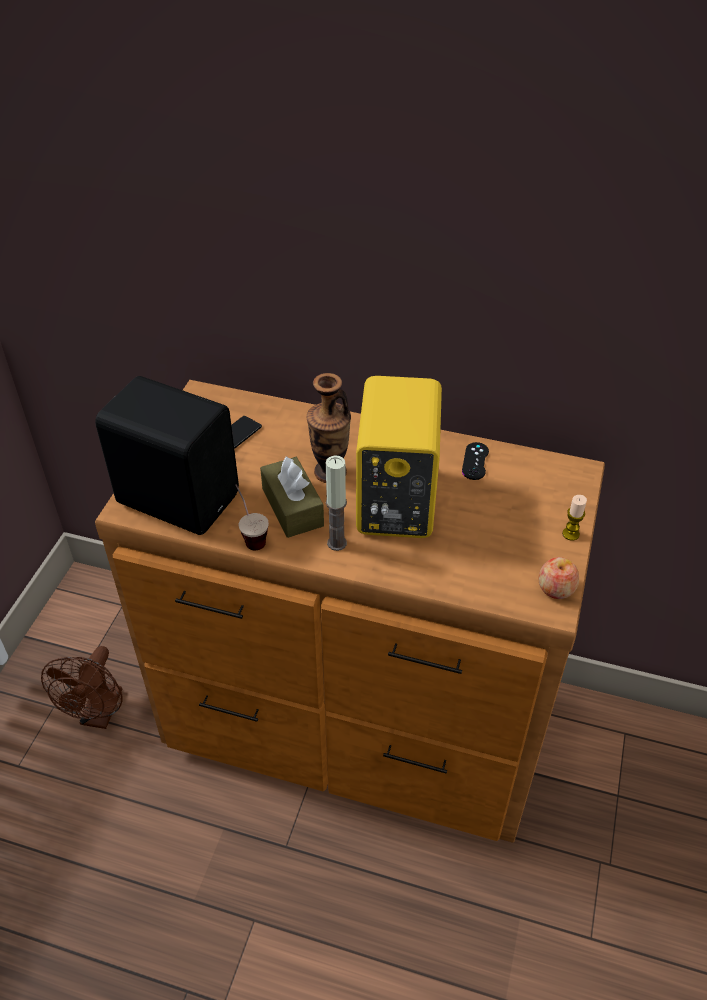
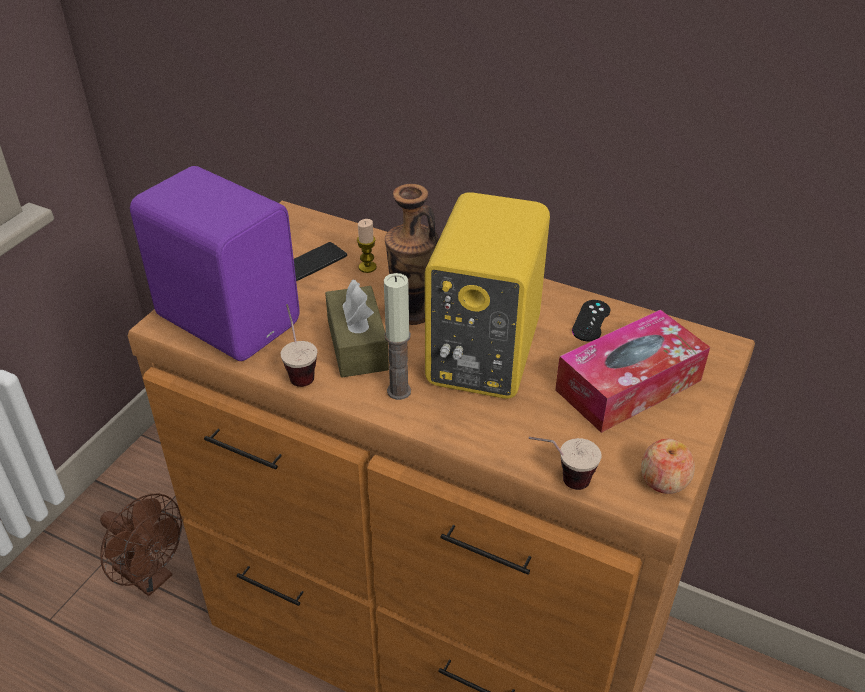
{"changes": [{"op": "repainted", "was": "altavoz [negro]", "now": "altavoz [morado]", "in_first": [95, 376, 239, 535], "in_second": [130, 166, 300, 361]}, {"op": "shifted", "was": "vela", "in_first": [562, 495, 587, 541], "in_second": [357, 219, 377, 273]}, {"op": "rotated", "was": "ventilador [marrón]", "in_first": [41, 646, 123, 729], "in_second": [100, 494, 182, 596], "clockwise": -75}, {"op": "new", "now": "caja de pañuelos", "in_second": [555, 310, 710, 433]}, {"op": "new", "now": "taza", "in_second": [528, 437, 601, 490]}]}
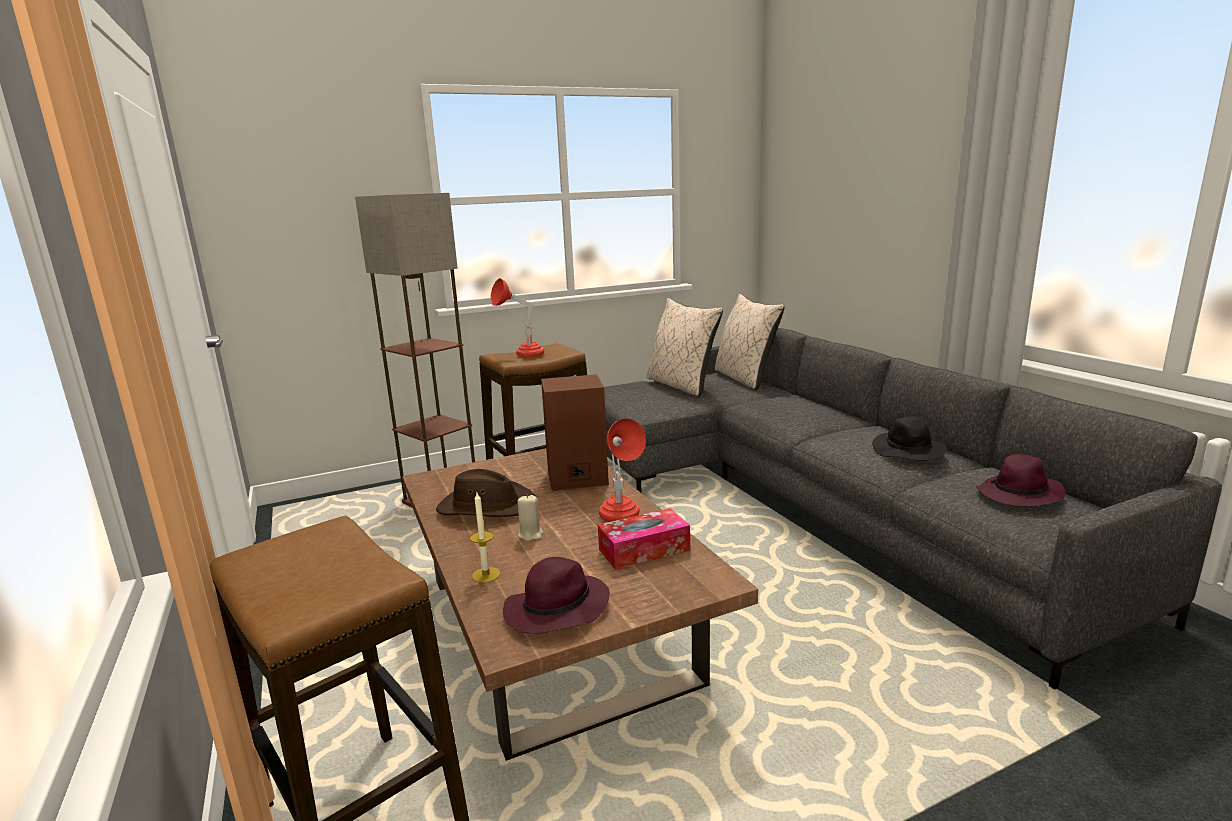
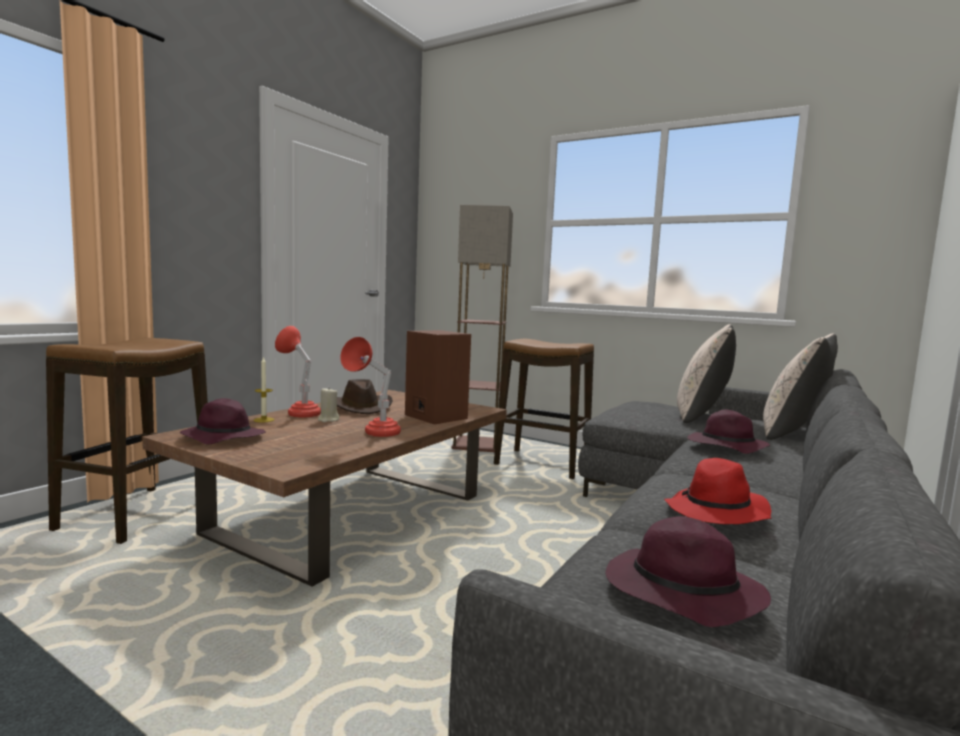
{"changes": [{"op": "shifted", "was": "lámpara de mesa [rojo]", "in_first": [491, 278, 544, 357], "in_second": [275, 326, 321, 417]}, {"op": "repainted", "was": "sombrero [negro]", "now": "sombrero [rojo]", "in_first": [872, 416, 947, 460], "in_second": [664, 458, 771, 524]}, {"op": "gone", "was": "caja de pañuelos", "in_first": [598, 508, 690, 569]}, {"op": "new", "now": "sombrero [morado]", "in_second": [688, 409, 770, 454]}]}
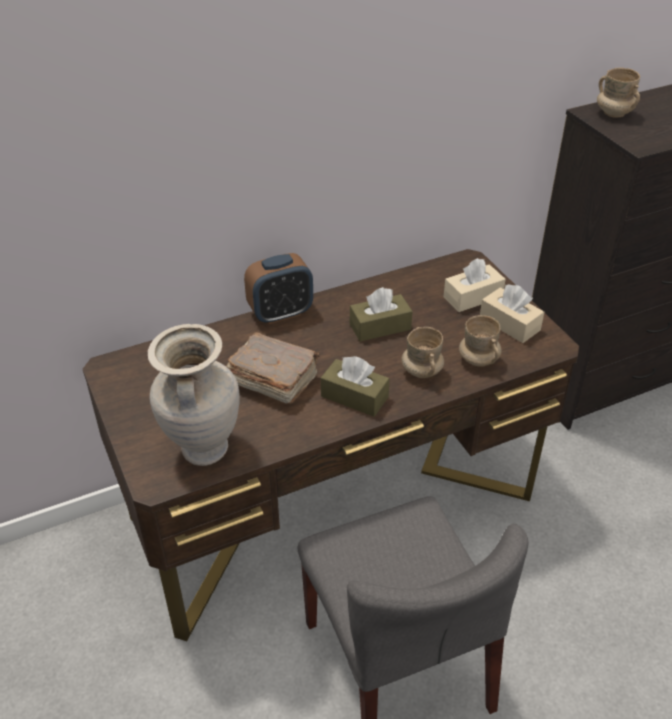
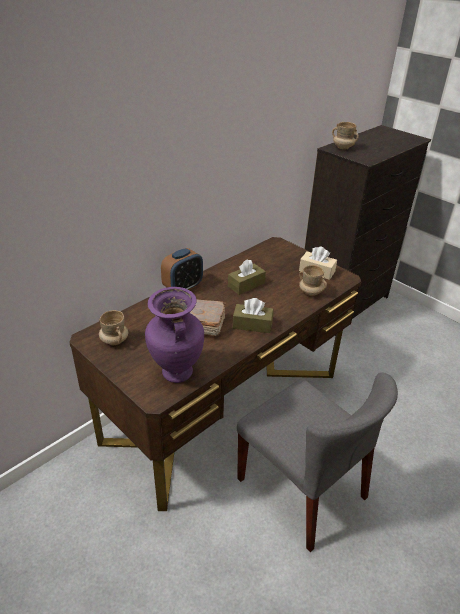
{"changes": [{"op": "gone", "was": "caja de pañuelos [beis]", "in_first": [443, 258, 506, 312]}, {"op": "repainted", "was": "florero [beis]", "now": "florero [morado]", "in_first": [148, 324, 240, 466], "in_second": [145, 287, 204, 383]}, {"op": "shifted", "was": "taza grande [beis]", "in_first": [401, 327, 444, 378], "in_second": [99, 310, 128, 345]}]}
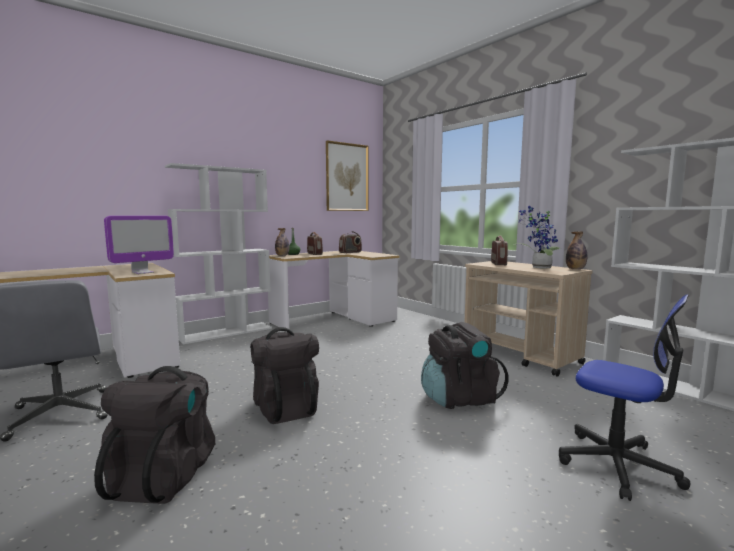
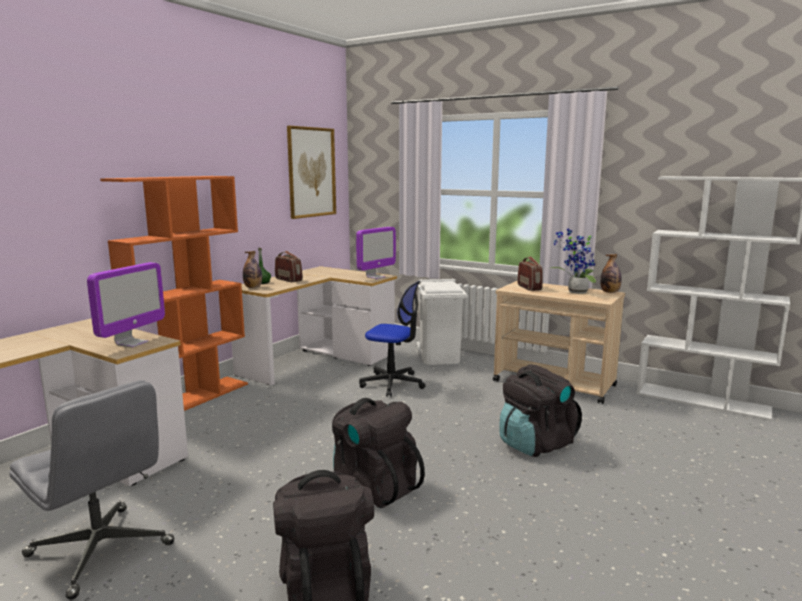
{"changes": [{"op": "repainted", "was": "estantería [blanco]", "now": "estantería [naranja]", "in_first": [165, 163, 272, 344], "in_second": [100, 176, 248, 411]}, {"op": "gone", "was": "radio", "in_first": [339, 231, 362, 253]}, {"op": "shifted", "was": "silla de oficina", "in_first": [559, 294, 690, 501], "in_second": [359, 281, 426, 397]}, {"op": "new", "now": "monitor", "in_second": [356, 227, 396, 279]}, {"op": "new", "now": "papelera [blanco]", "in_second": [416, 279, 467, 365]}]}
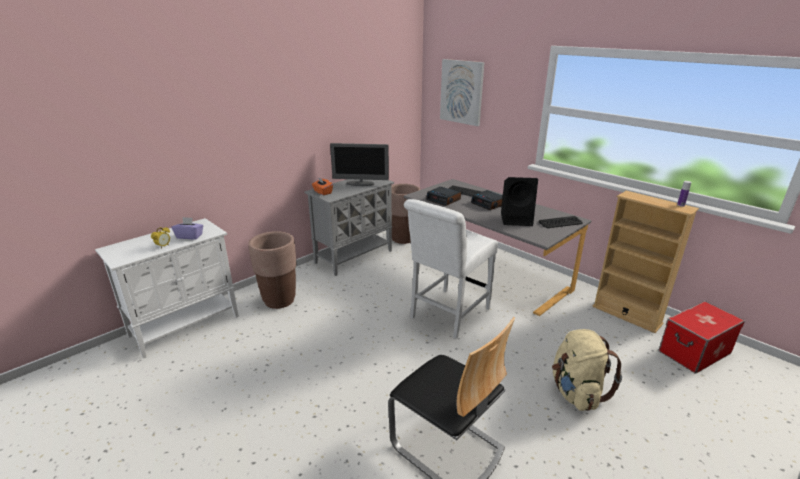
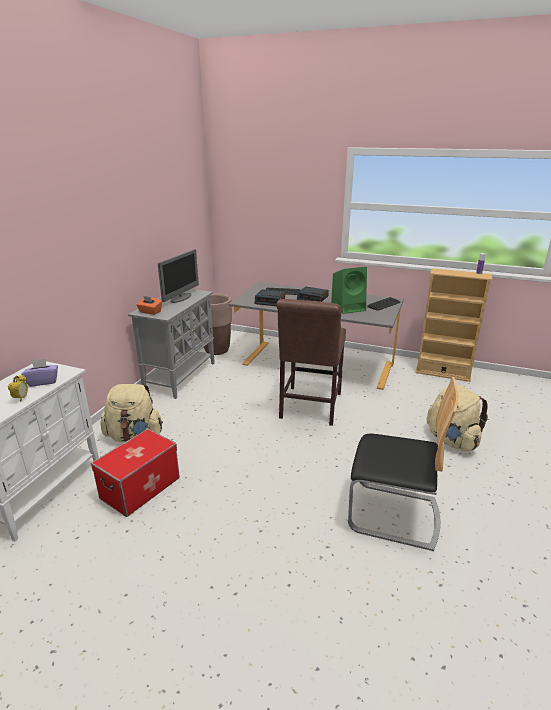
{"changes": [{"op": "gone", "was": "cuadro", "in_first": [440, 59, 484, 126]}, {"op": "rotated", "was": "monitor", "in_first": [330, 143, 389, 186], "in_second": [158, 249, 199, 303], "clockwise": -45}, {"op": "repainted", "was": "altavoz [negro]", "now": "altavoz [verde]", "in_first": [501, 177, 538, 226], "in_second": [331, 267, 367, 314]}, {"op": "repainted", "was": "silla [blanco]", "now": "silla [marrón]", "in_first": [404, 199, 498, 339], "in_second": [276, 299, 346, 426]}, {"op": "swapped", "was": "maceta [marrón]", "now": "mochila [beis]", "in_first": [248, 231, 297, 309], "in_second": [100, 384, 163, 443]}, {"op": "shifted", "was": "caja de almacenaje", "in_first": [658, 301, 745, 374], "in_second": [91, 429, 180, 517]}]}
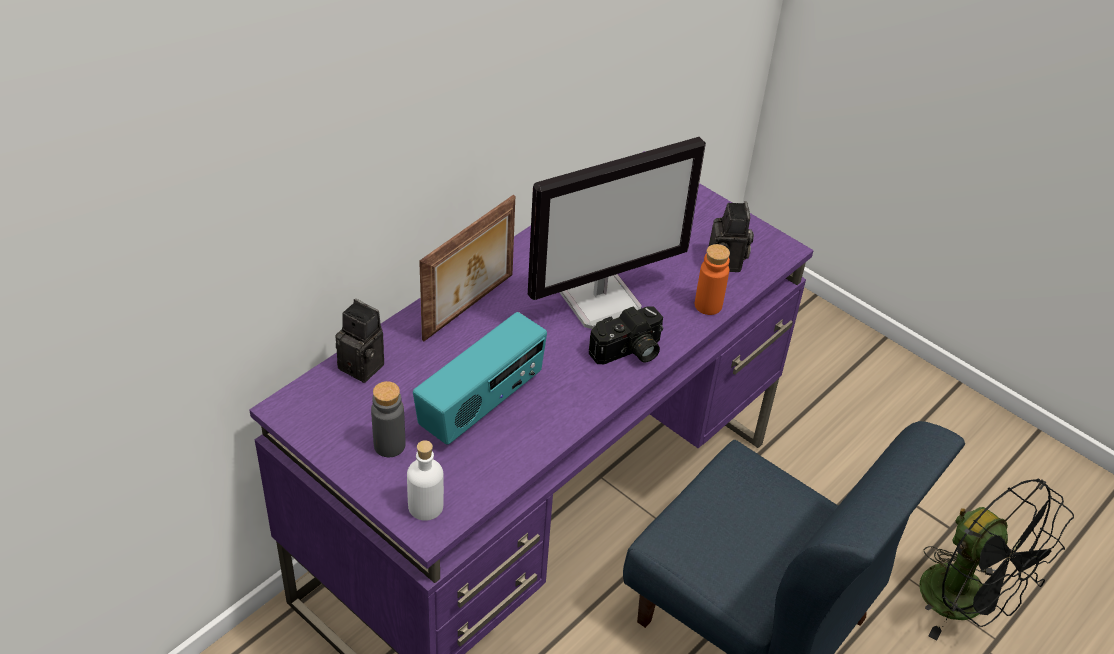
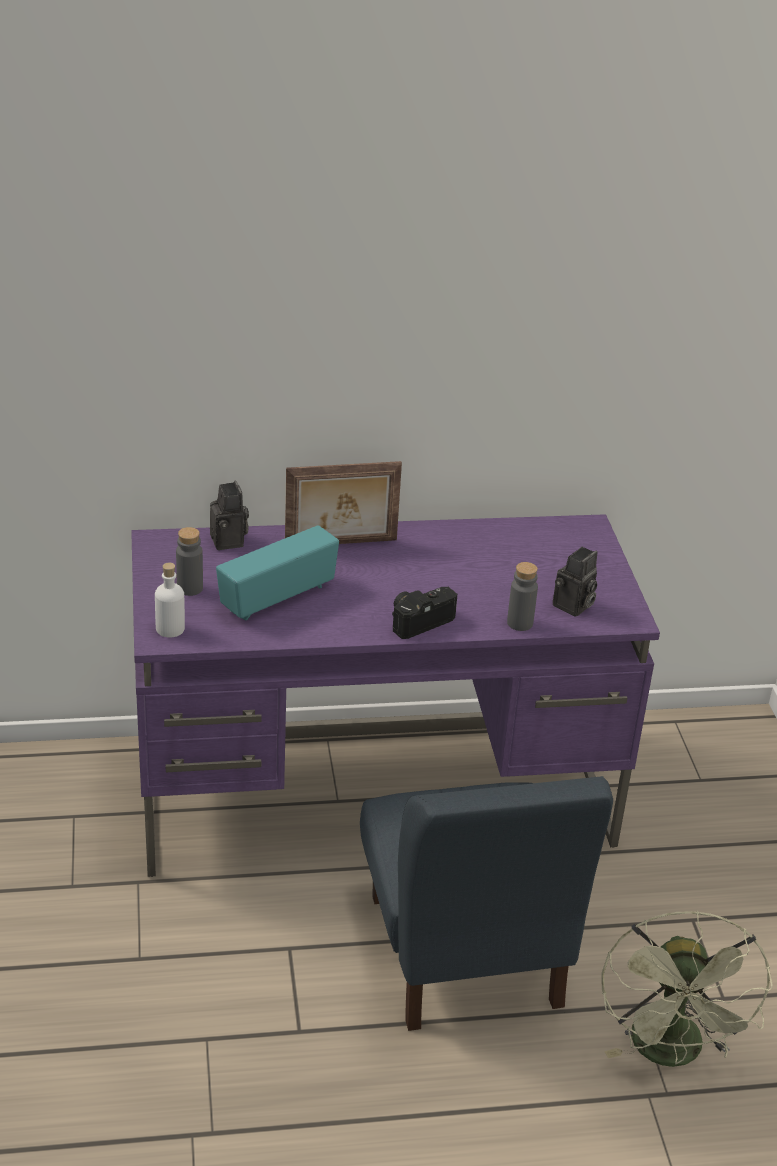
{"changes": [{"op": "gone", "was": "monitor", "in_first": [528, 137, 706, 329]}, {"op": "repainted", "was": "botella [naranja]", "now": "botella [gris]", "in_first": [695, 244, 730, 315], "in_second": [507, 562, 538, 631]}, {"op": "rotated", "was": "cámara", "in_first": [589, 306, 663, 364], "in_second": [392, 587, 457, 639], "clockwise": 135}, {"op": "rotated", "was": "radio", "in_first": [413, 312, 547, 445], "in_second": [216, 525, 339, 621], "clockwise": 150}, {"op": "repainted", "was": "ventilador [negro]", "now": "ventilador [verde]", "in_first": [919, 479, 1074, 640], "in_second": [601, 911, 773, 1067]}]}
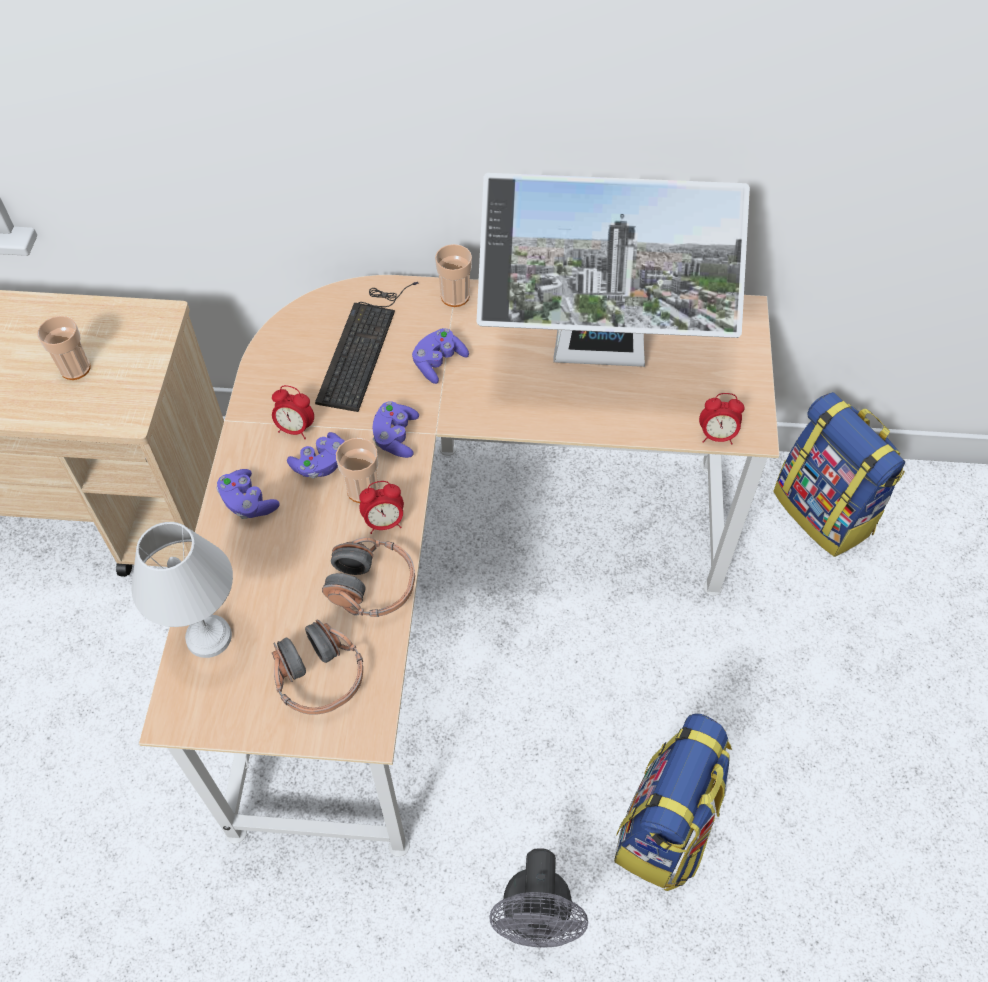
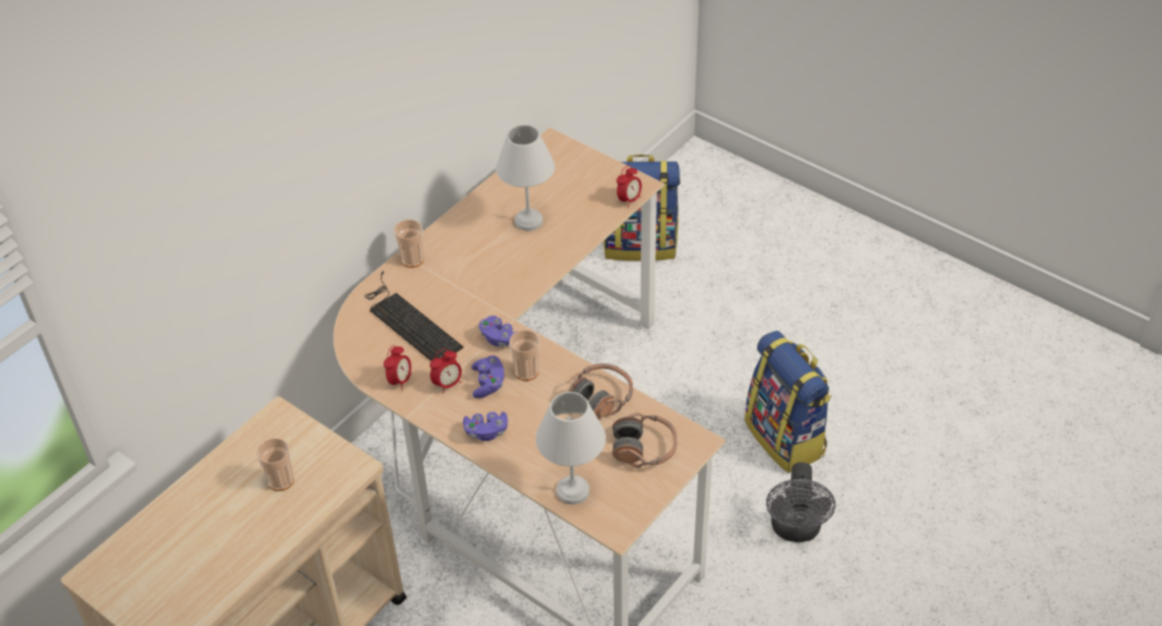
{"changes": [{"op": "swapped", "was": "monitor", "now": "lámpara de mesa [blanco]", "in_first": [477, 173, 750, 367], "in_second": [496, 125, 555, 231]}, {"op": "gone", "was": "mando de consola [morado]", "in_first": [412, 328, 469, 384]}, {"op": "shifted", "was": "despertador", "in_first": [359, 481, 404, 534], "in_second": [384, 345, 412, 390]}, {"op": "rotated", "was": "ventilador [gris]", "in_first": [489, 848, 588, 948], "in_second": [766, 462, 836, 542], "clockwise": 60}]}
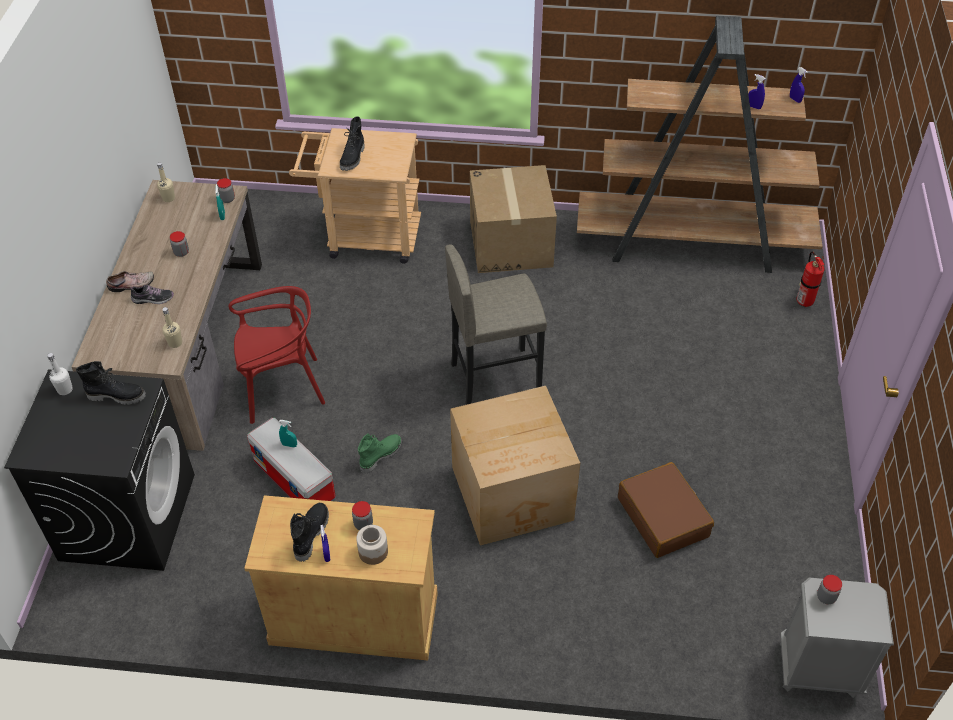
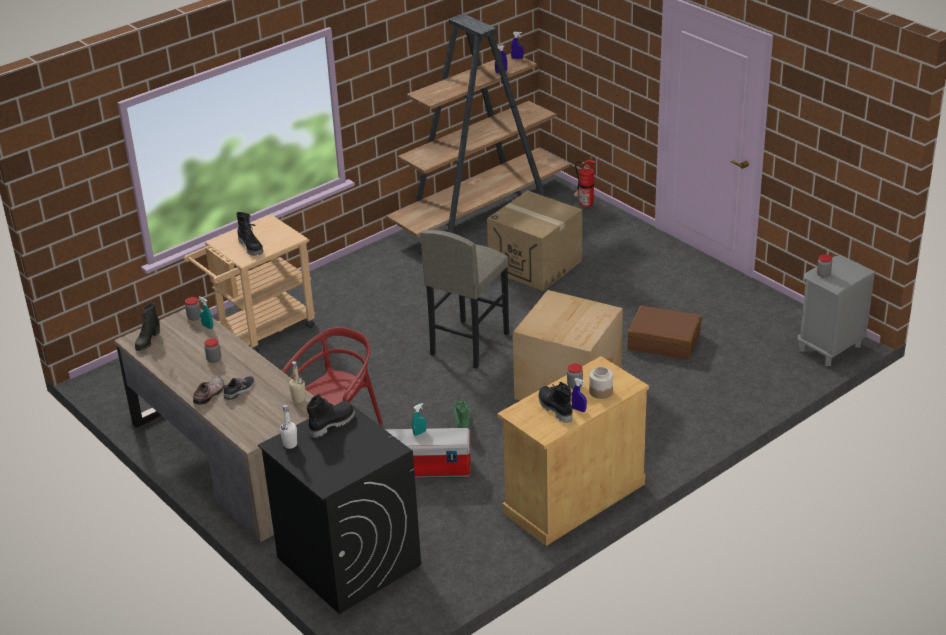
{"changes": [{"op": "swapped", "was": "botella [beis]", "now": "bota [negro]", "in_first": [157, 163, 175, 202], "in_second": [135, 303, 160, 351]}, {"op": "shifted", "was": "caja de cartón", "in_first": [470, 165, 557, 273], "in_second": [487, 190, 582, 291]}]}
